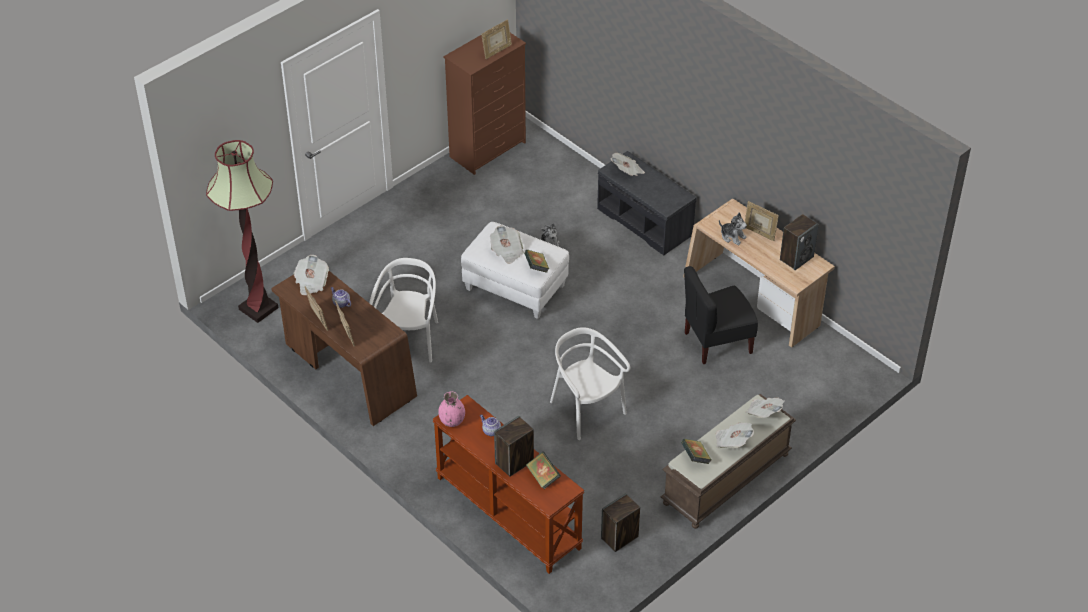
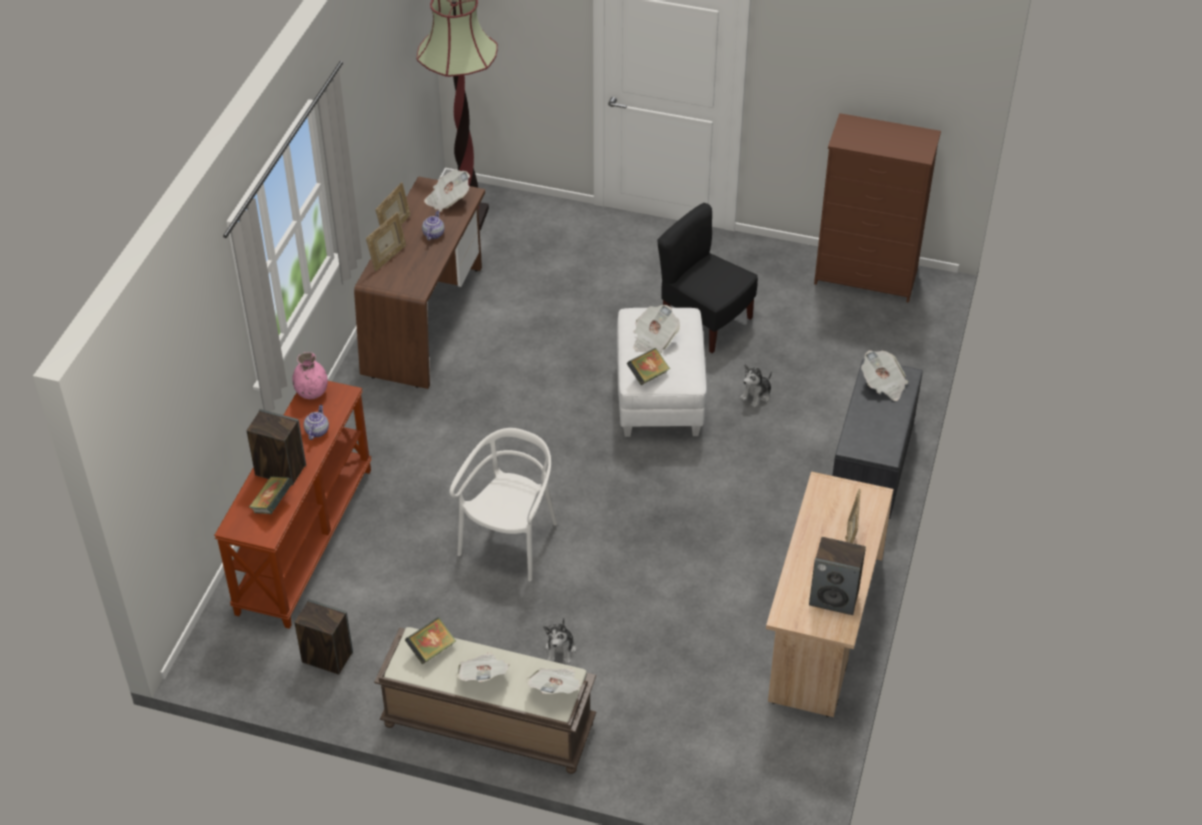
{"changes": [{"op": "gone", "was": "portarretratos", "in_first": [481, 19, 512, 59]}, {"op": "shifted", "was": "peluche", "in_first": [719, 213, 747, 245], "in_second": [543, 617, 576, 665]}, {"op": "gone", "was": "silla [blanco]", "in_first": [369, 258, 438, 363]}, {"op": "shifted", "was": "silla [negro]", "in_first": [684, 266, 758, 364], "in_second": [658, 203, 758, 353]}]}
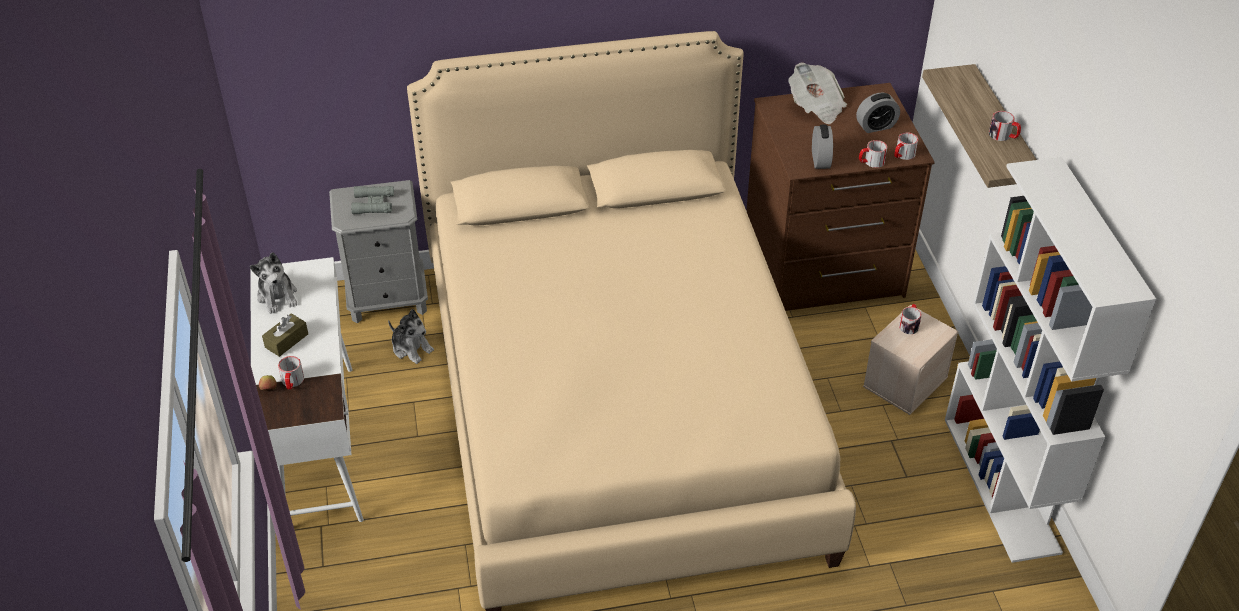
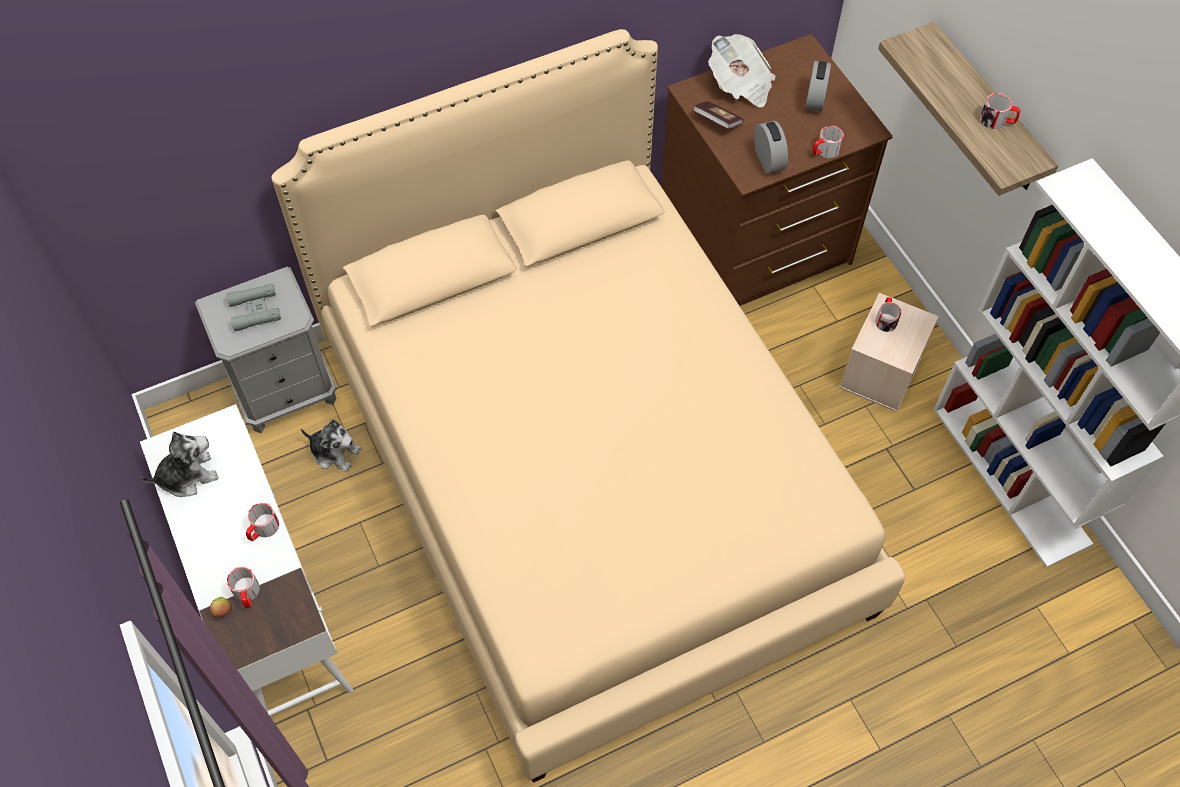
{"changes": [{"op": "rotated", "was": "despertador", "in_first": [856, 92, 900, 133], "in_second": [805, 61, 831, 112], "clockwise": -45}, {"op": "shifted", "was": "taza grande", "in_first": [894, 132, 918, 160], "in_second": [246, 503, 279, 541]}, {"op": "rotated", "was": "peluche", "in_first": [250, 252, 297, 314], "in_second": [141, 432, 219, 497], "clockwise": -75}, {"op": "gone", "was": "caja de pañuelos [marrón]", "in_first": [262, 313, 308, 357]}, {"op": "new", "now": "libro", "in_second": [693, 101, 744, 129]}]}
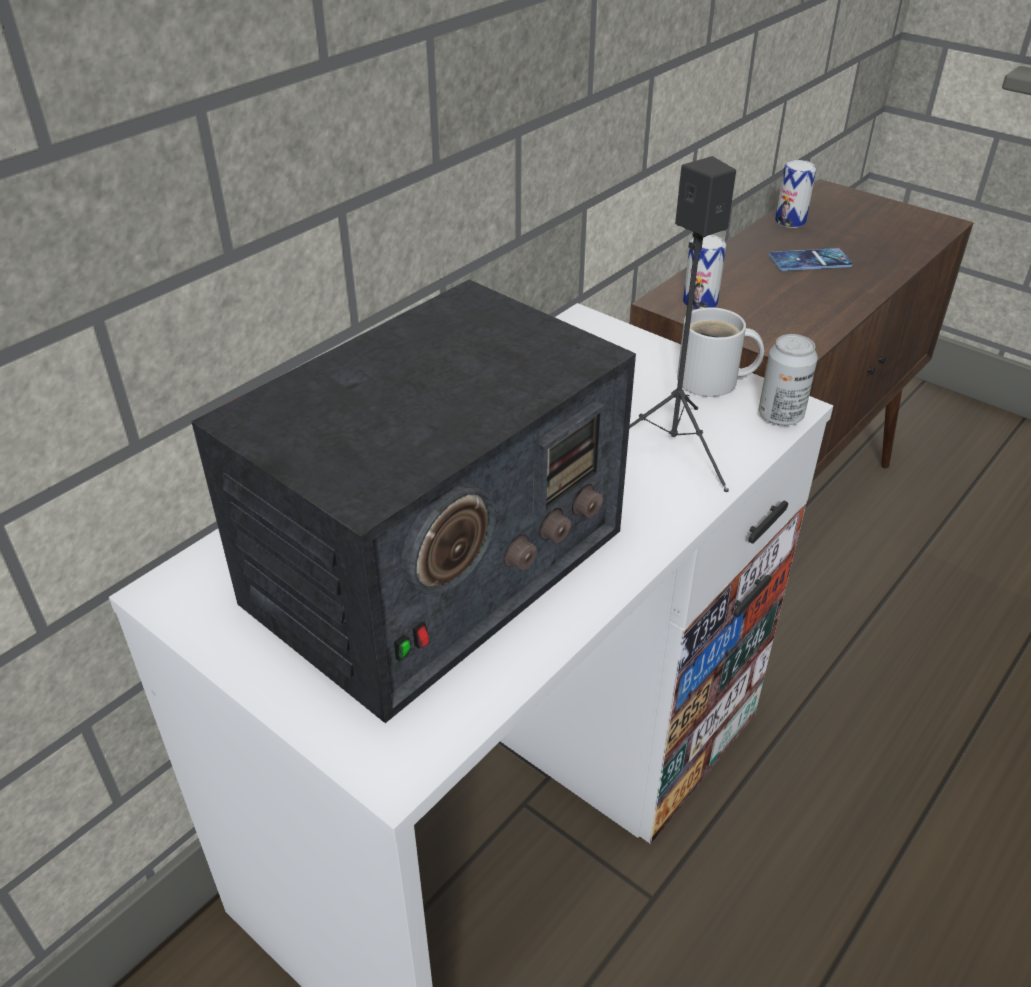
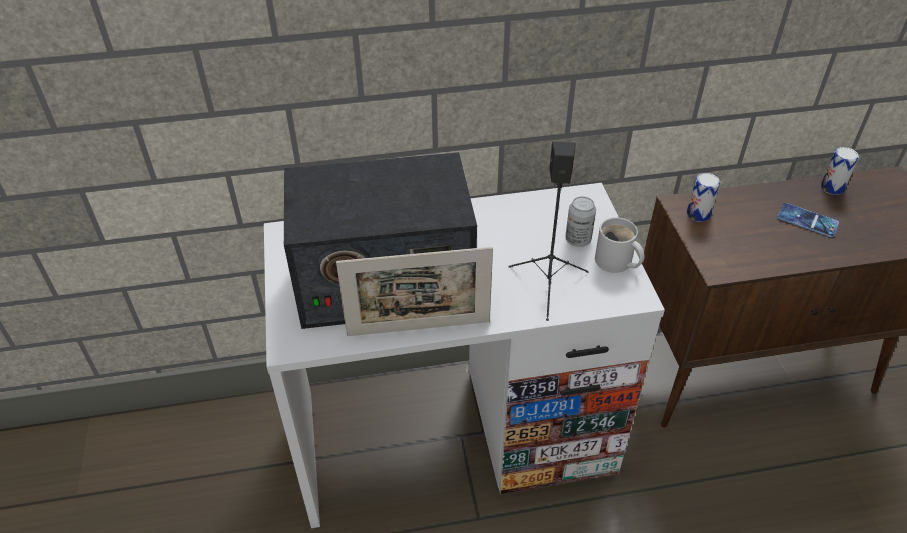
{"changes": [{"op": "shifted", "was": "lata", "in_first": [759, 334, 818, 426], "in_second": [565, 196, 596, 247]}, {"op": "new", "now": "portarretratos", "in_second": [336, 247, 493, 336]}]}
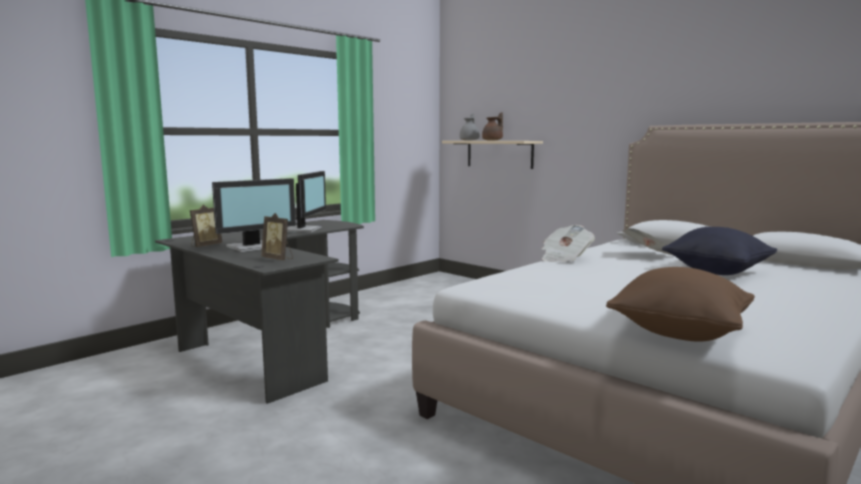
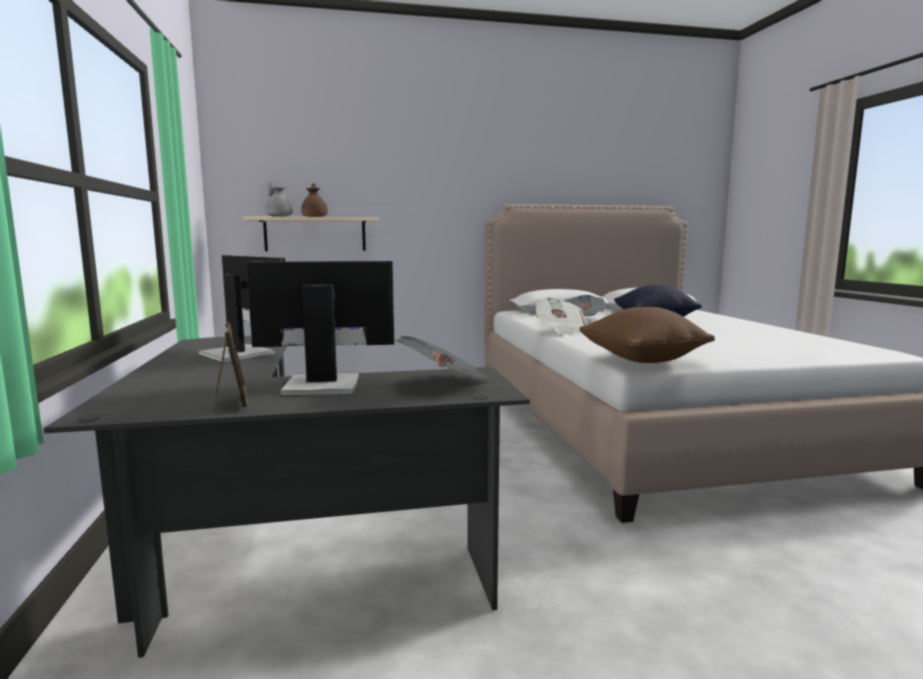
{"changes": [{"op": "rotated", "was": "monitor", "in_first": [212, 178, 296, 252], "in_second": [246, 261, 394, 396], "clockwise": -90}, {"op": "swapped", "was": "portarretratos", "now": "periódico", "in_first": [262, 213, 293, 260], "in_second": [395, 336, 492, 379]}, {"op": "shifted", "was": "cojín [marrón]", "in_first": [606, 267, 755, 342], "in_second": [579, 307, 715, 363]}]}
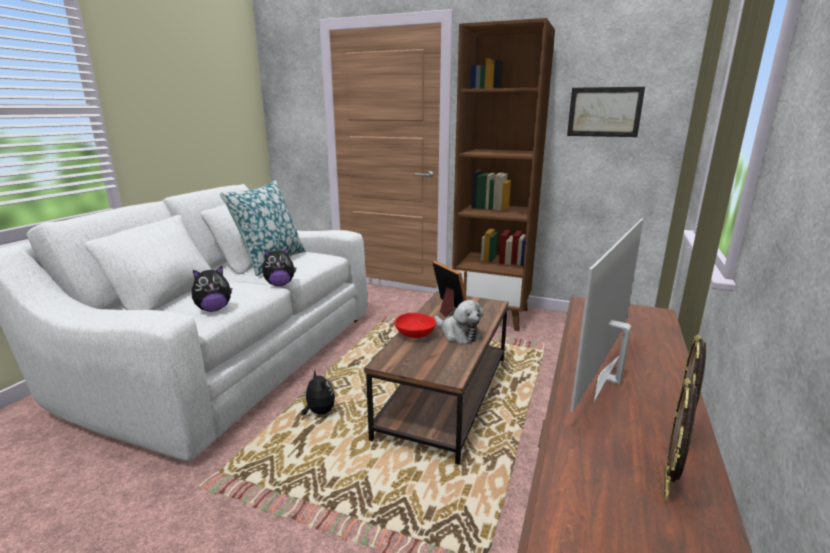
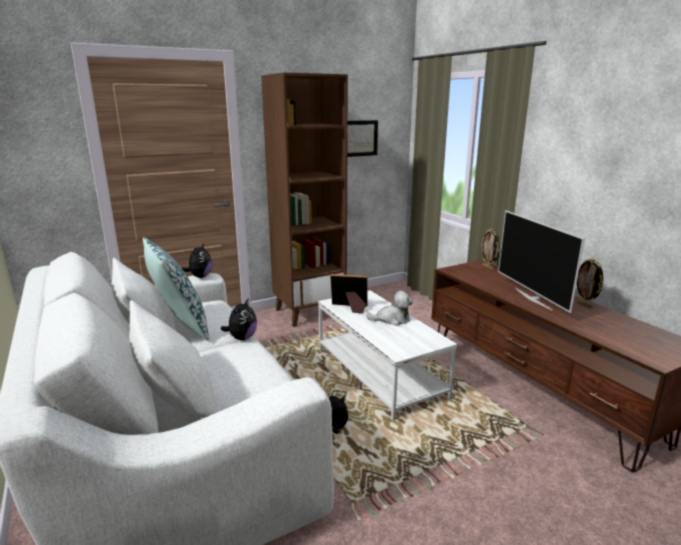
{"changes": [{"op": "shifted", "was": "peluche", "in_first": [192, 266, 232, 312], "in_second": [182, 243, 212, 278]}, {"op": "repainted", "was": "mesa de centro [marrón]", "now": "mesa de centro [blanco]", "in_first": [364, 292, 508, 465], "in_second": [318, 290, 457, 420]}, {"op": "gone", "was": "cuenco [rojo]", "in_first": [394, 313, 436, 338]}, {"op": "shifted", "was": "portarretratos", "in_first": [664, 378, 697, 501], "in_second": [481, 229, 500, 270]}]}
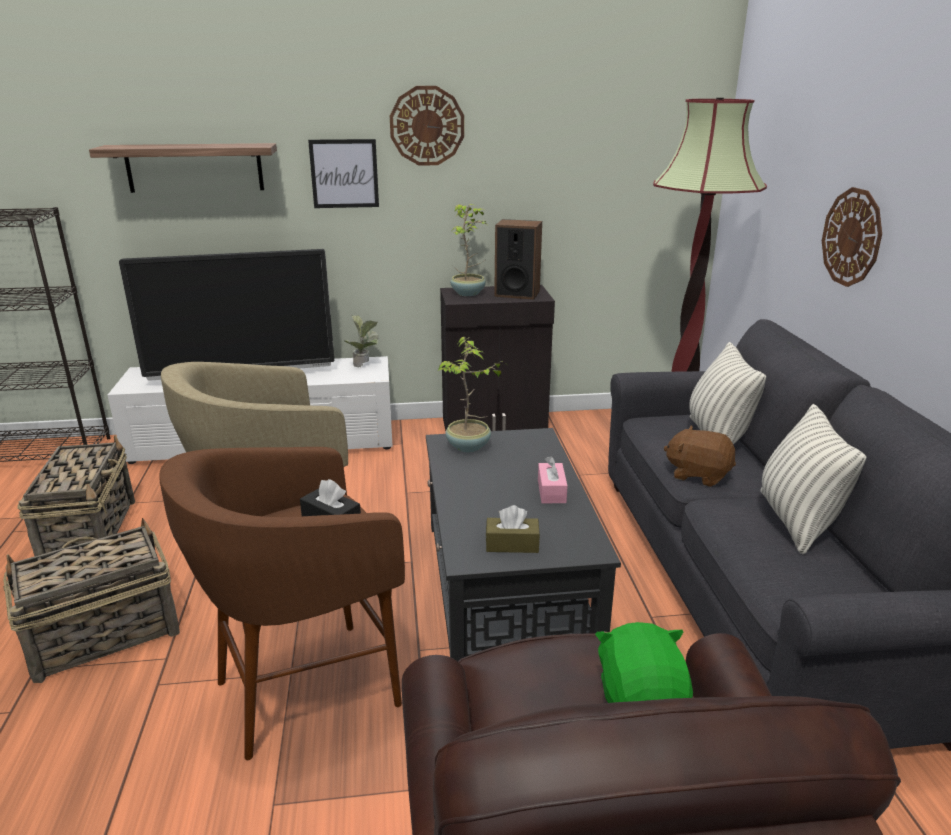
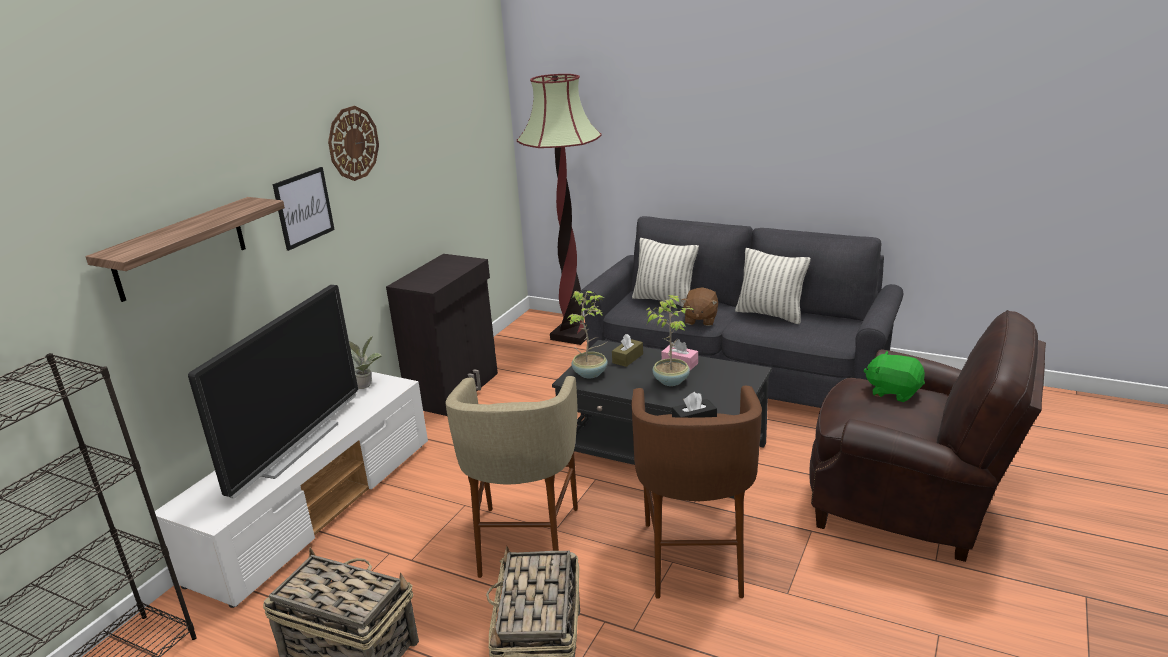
{"changes": [{"op": "gone", "was": "reloj de pared", "in_first": [822, 187, 882, 287]}, {"op": "shifted", "was": "planta en maceta", "in_first": [450, 204, 488, 296], "in_second": [645, 295, 694, 386]}, {"op": "gone", "was": "altavoz", "in_first": [494, 219, 542, 299]}, {"op": "rotated", "was": "peluche [marrón]", "in_first": [664, 426, 736, 487], "in_second": [681, 287, 718, 326], "clockwise": -45}, {"op": "shifted", "was": "caja de pañuelos [marrón]", "in_first": [486, 505, 540, 553], "in_second": [612, 334, 643, 367]}]}
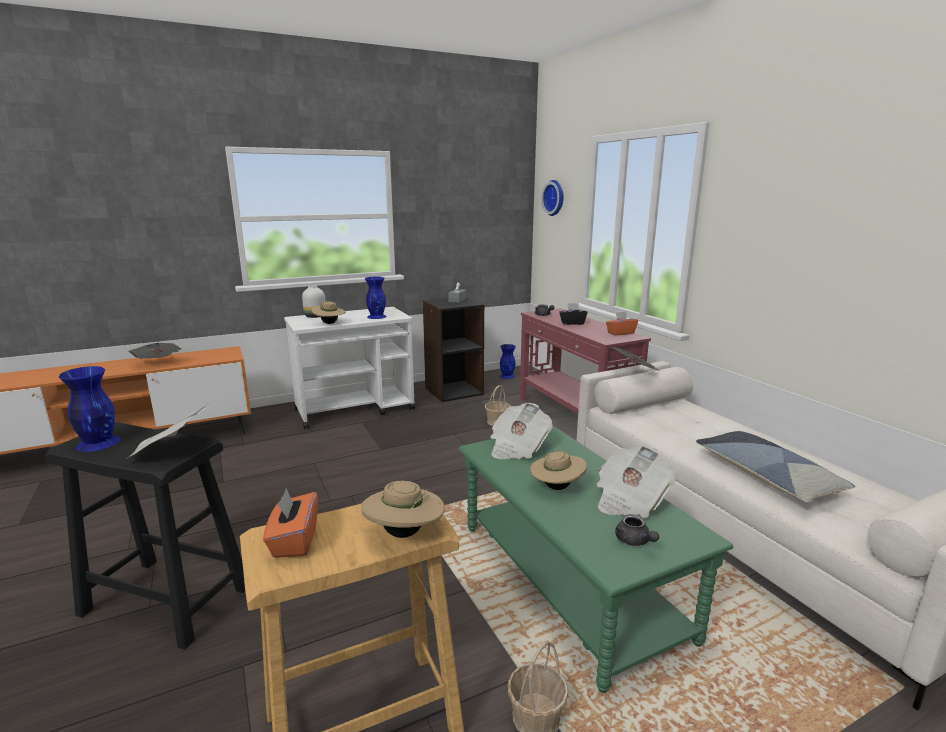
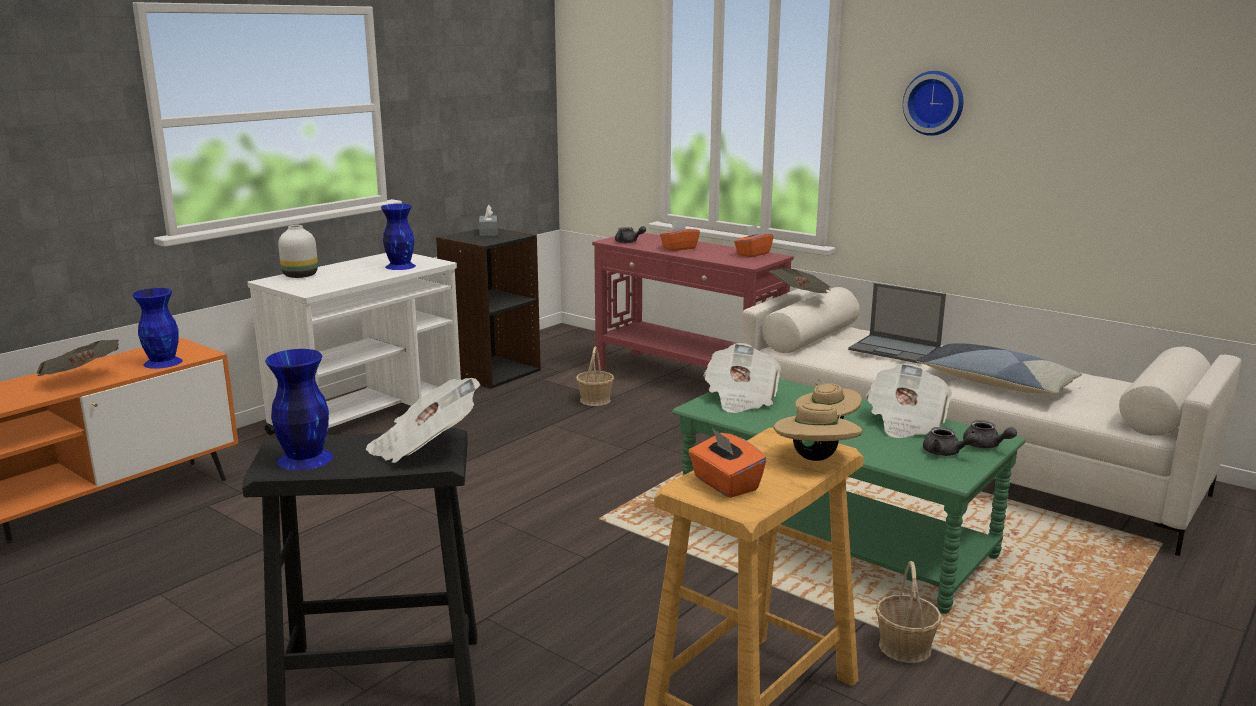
{"changes": [{"op": "shifted", "was": "reloj de pared", "in_first": [541, 180, 564, 216], "in_second": [903, 71, 964, 136]}, {"op": "gone", "was": "sombrero [beis]", "in_first": [311, 301, 345, 324]}, {"op": "repainted", "was": "caja de pañuelos [negro]", "now": "caja de pañuelos [naranja]", "in_first": [559, 303, 587, 325], "in_second": [660, 220, 700, 251]}, {"op": "shifted", "was": "florero [azul]", "in_first": [500, 344, 516, 379], "in_second": [132, 288, 183, 369]}, {"op": "new", "now": "portátil", "in_second": [848, 283, 946, 364]}, {"op": "new", "now": "tetera [gris]", "in_second": [963, 420, 1017, 449]}]}
